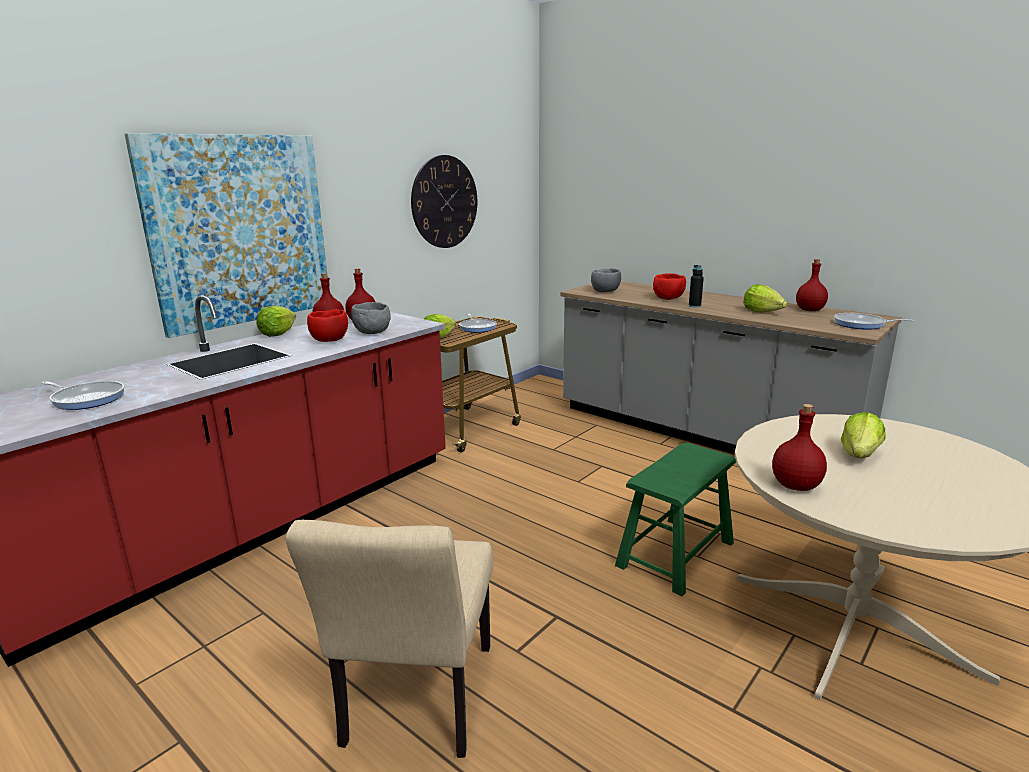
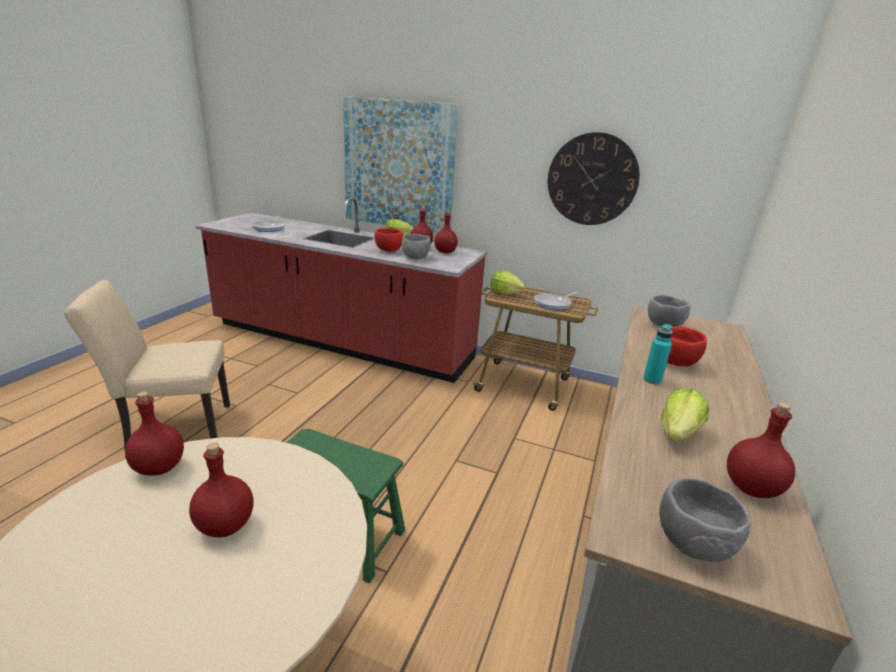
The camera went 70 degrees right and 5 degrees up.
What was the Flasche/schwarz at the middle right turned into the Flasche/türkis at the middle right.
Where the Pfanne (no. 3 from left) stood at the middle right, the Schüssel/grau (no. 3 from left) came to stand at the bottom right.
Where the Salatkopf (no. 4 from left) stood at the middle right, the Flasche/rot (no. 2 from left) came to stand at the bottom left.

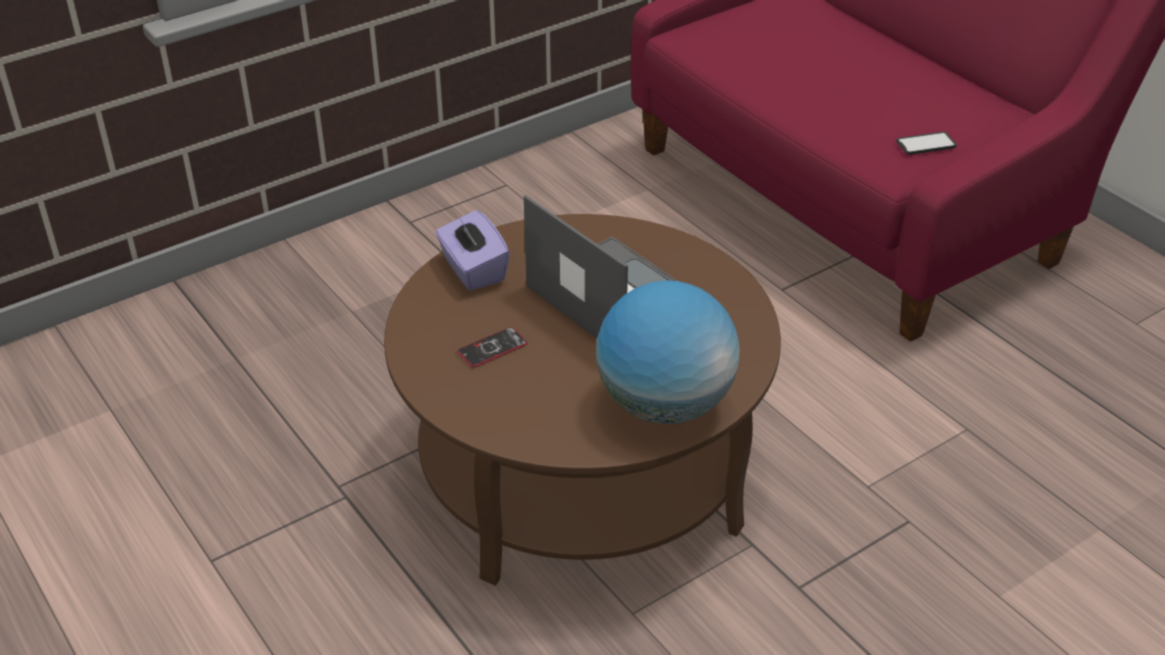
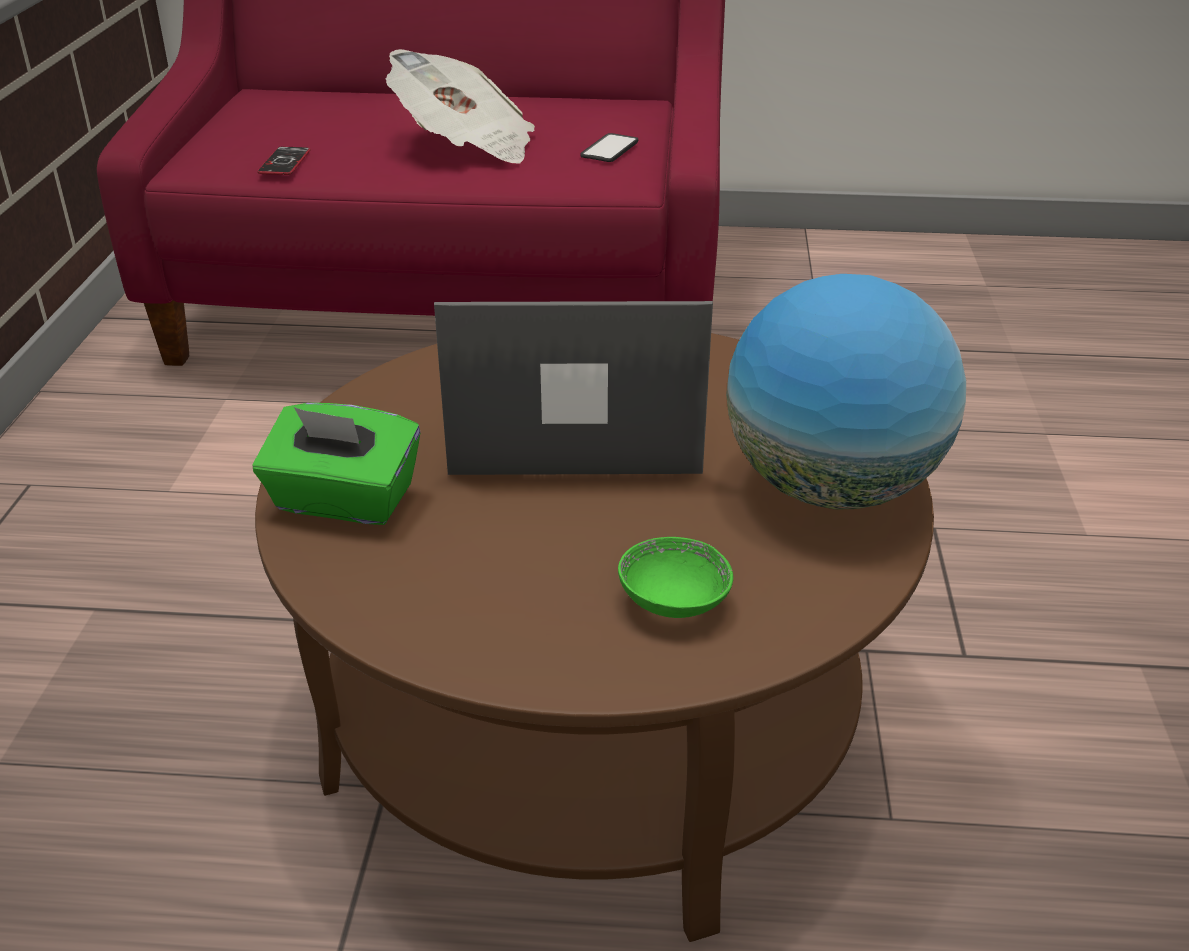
The camera went 50 degrees left and 5 degrees down.
What was the Taschentuchbox/lila at the centre turned into the Taschentuchbox/grün at the middle left.
The Handy (no. 1 from left) ended up elsewhere, having gone from the centre to the top left.
The second view gained the Zeitung at the top centre.
The second view gained the Schüssel/grün at the centre.

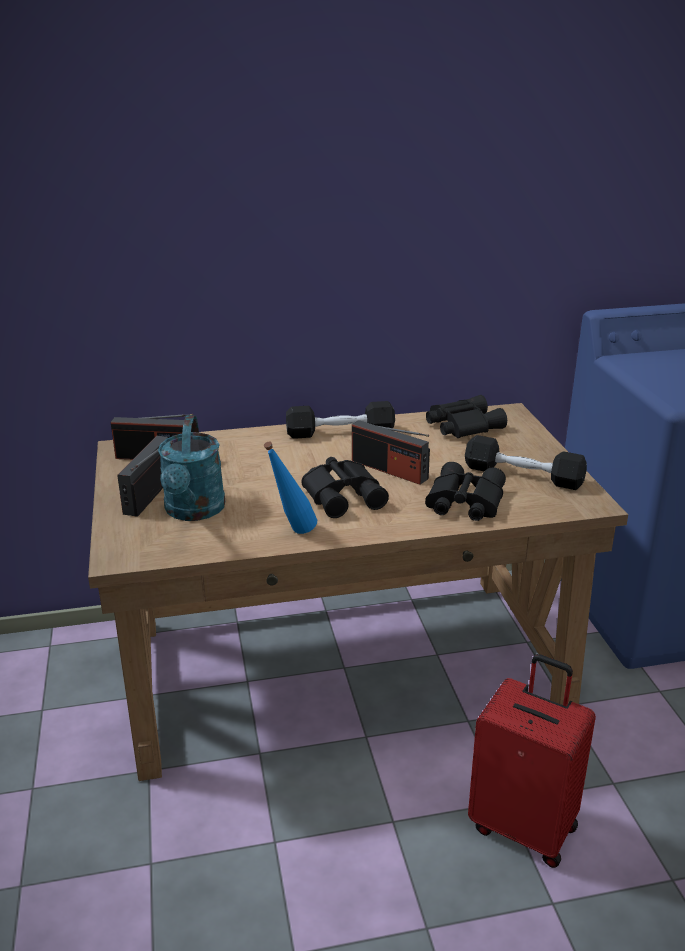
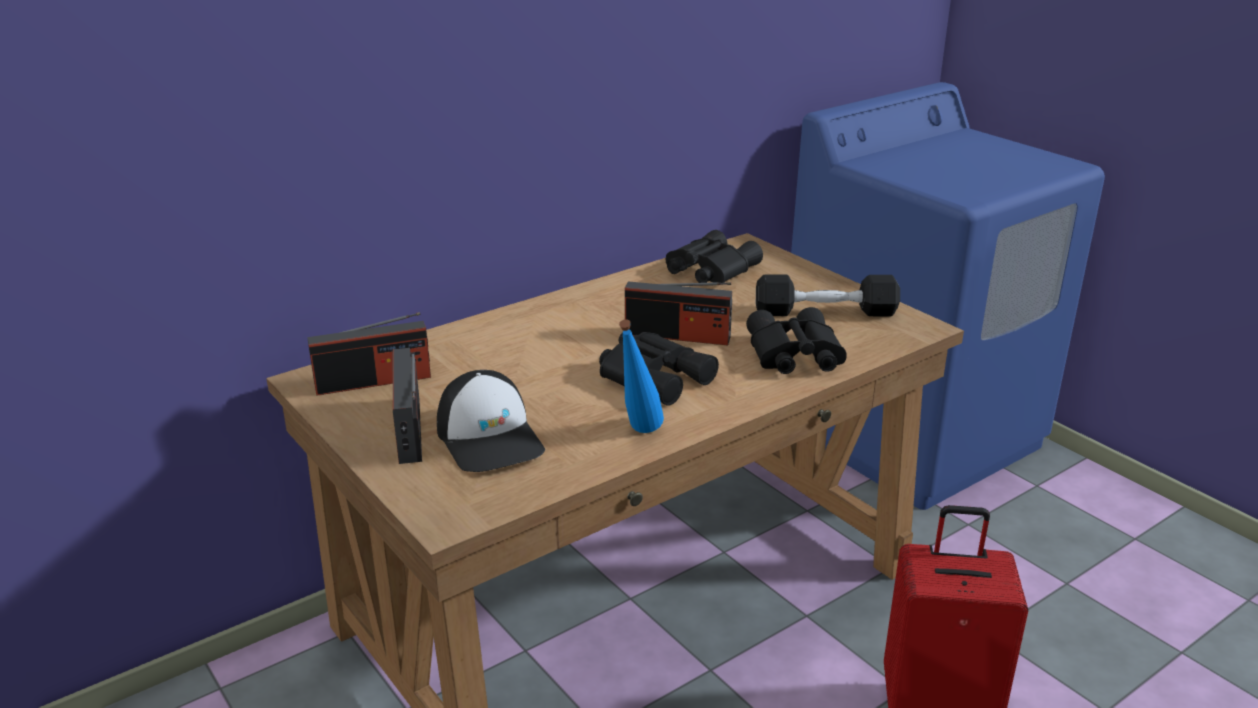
The camera went 25 degrees left and 0 degrees up.
Where the Gießkanne/türkis stood at the middle left, the Kappe came to stand at the centre.
The second view lost the Hantel/schwarz (no. 1 from left) at the centre.

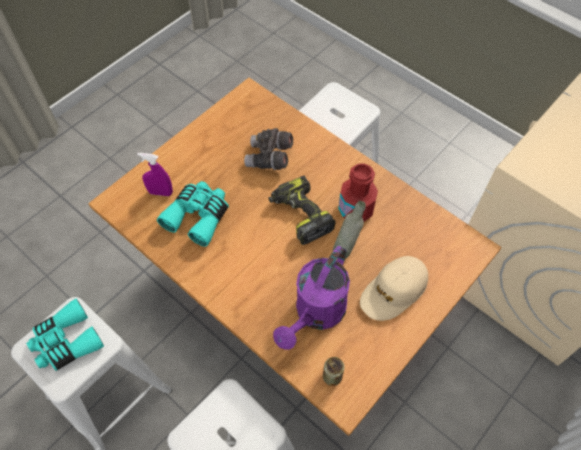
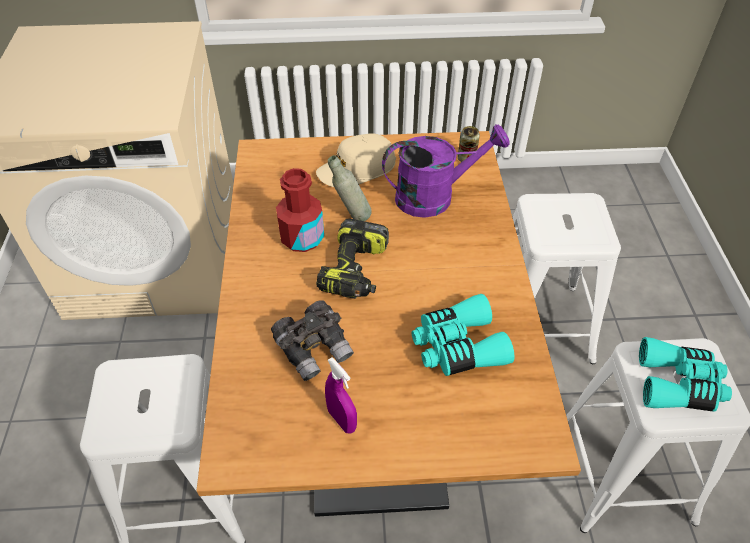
The camera went 135 degrees left and 10 degrees down.
The Sprühflasche/lila ended up elsewhere, having gone from the middle left to the bottom centre.
The Kappe/beige at the middle right ended up facing another way, 150 degrees clockwise from before.

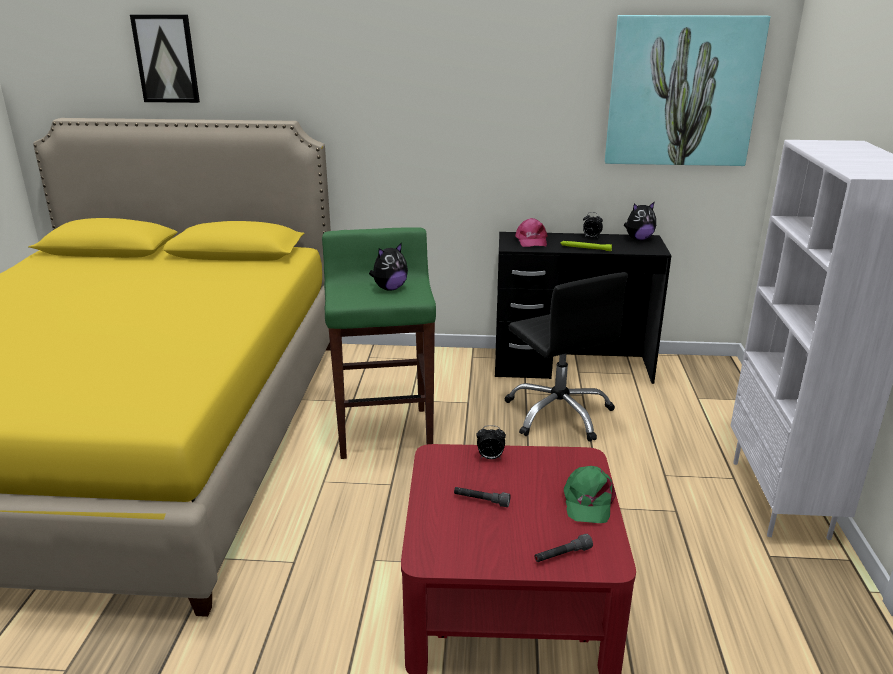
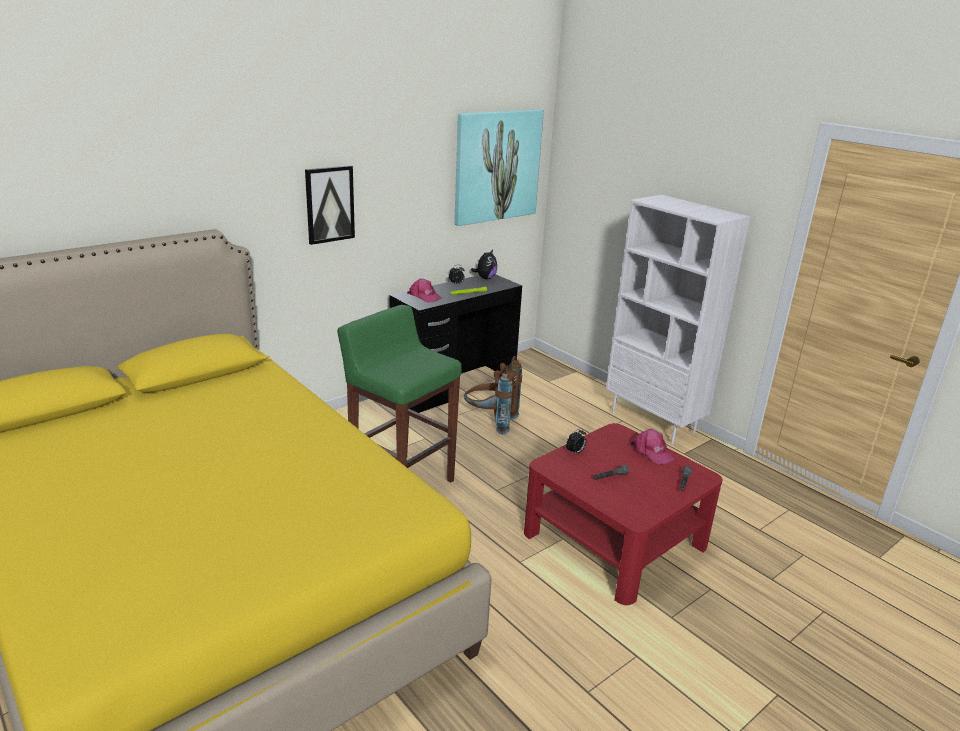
The camera went 45 degrees left and 0 degrees up.
The Bild (no. 1 from left) ended up elsewhere, having gone from the top left to the top centre.
The second view lost the Plüschtier (no. 1 from left) at the centre.
Where the Bürostuhl/schwarz stood at the centre, the Rucksack/braun came to stand at the centre.
What was the Kappe/grün at the bottom centre turned into the Kappe/rosa (no. 2 from left) at the middle right.

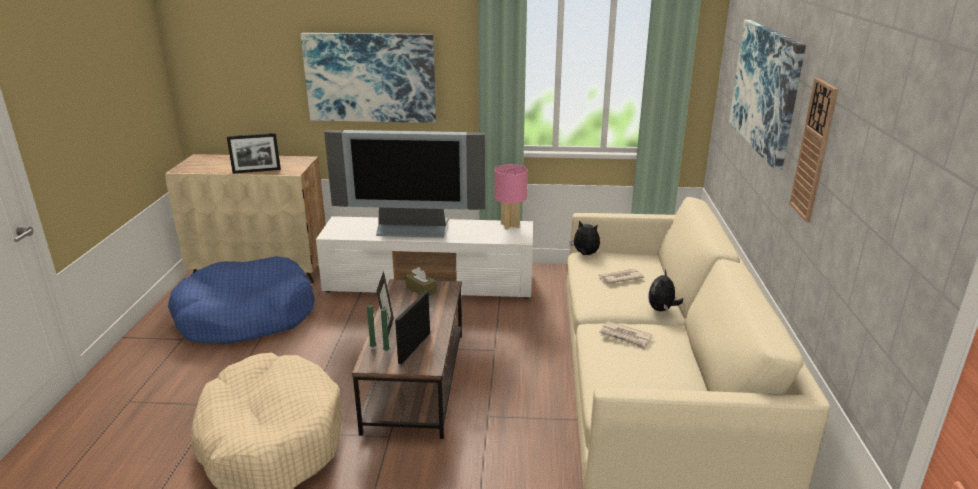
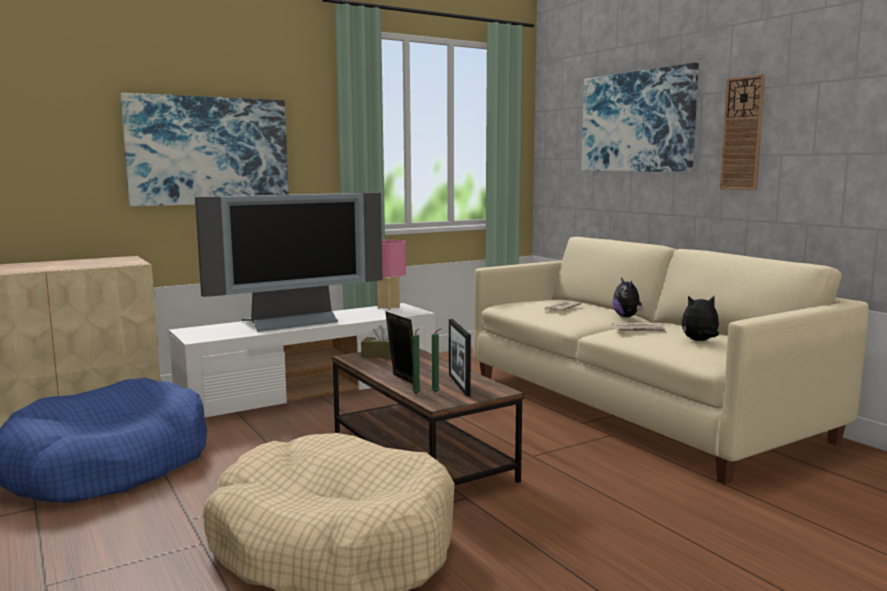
The camera went 35 degrees left and 15 degrees down.
The second view lost the Bilderrahmen (no. 1 from left) at the top left.
The Plüschtier (no. 1 from left in the first image) ended up elsewhere, having gone from the centre to the middle right.

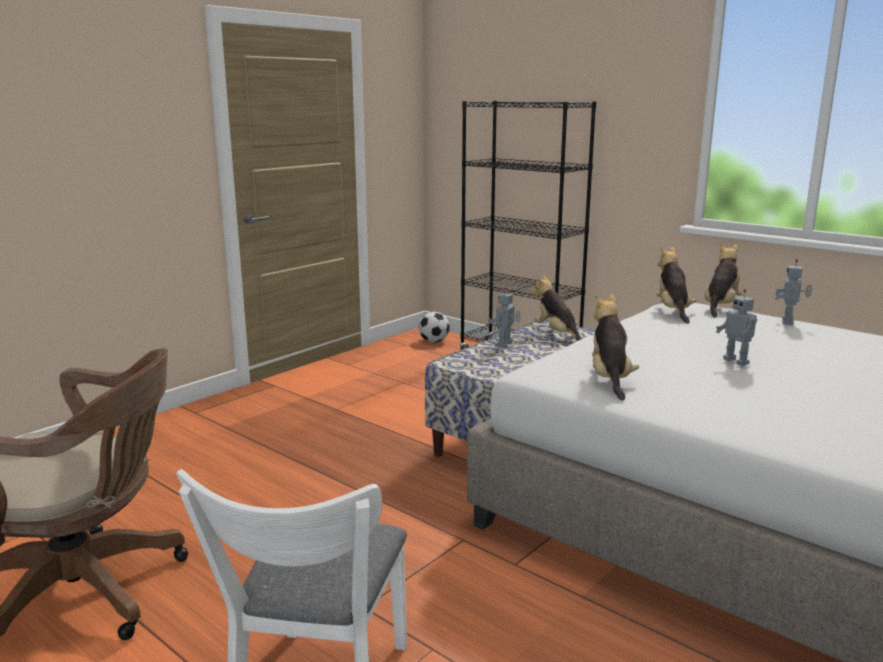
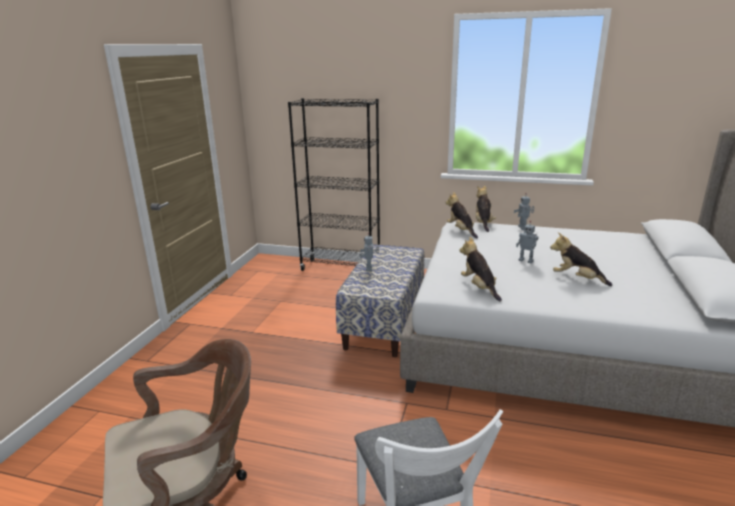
The camera went 25 degrees left and 5 degrees up.
The second view lost the Fußball at the centre.
The Plüschtier (no. 1 from left in the first image) ended up elsewhere, having gone from the centre to the middle right.

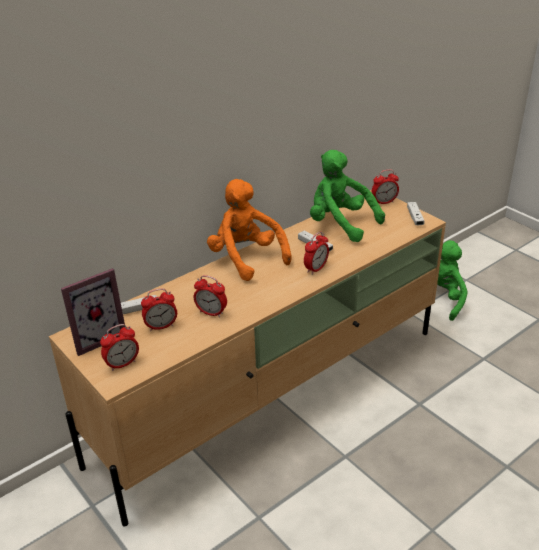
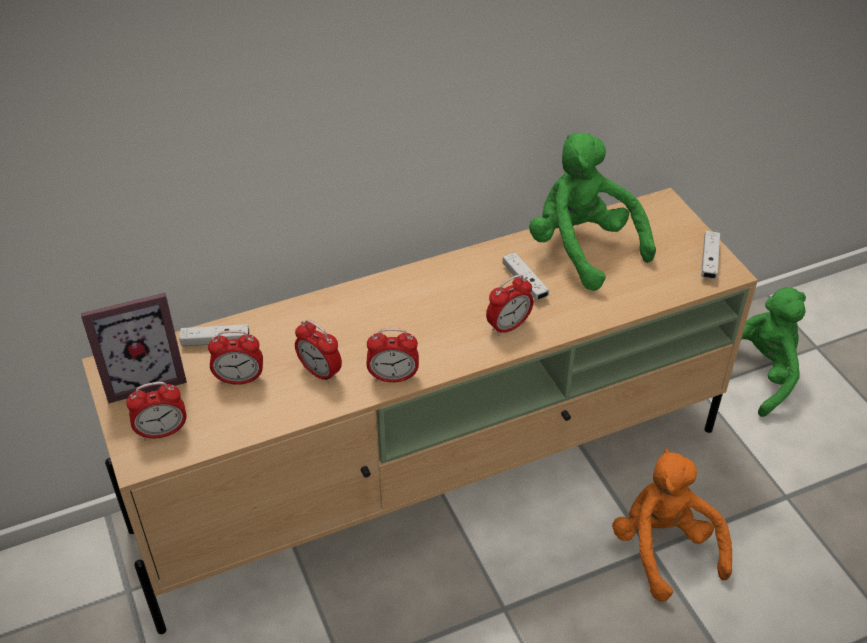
The camera went 15 degrees right and 10 degrees up.
The Plüschtier/orange ended up elsewhere, having gone from the centre to the bottom right.
The Wecker (no. 5 from left in the first image) ended up elsewhere, having gone from the middle right to the centre.

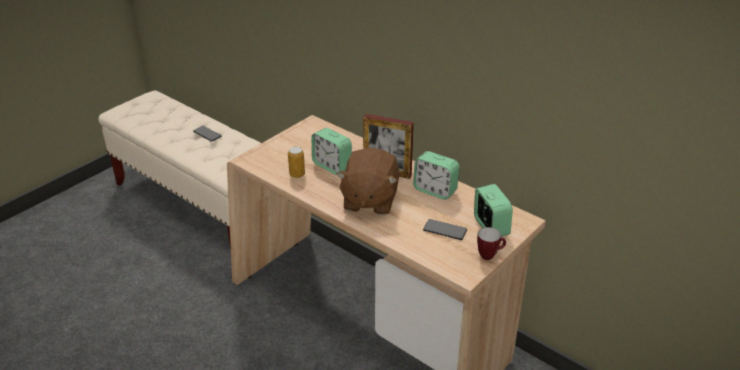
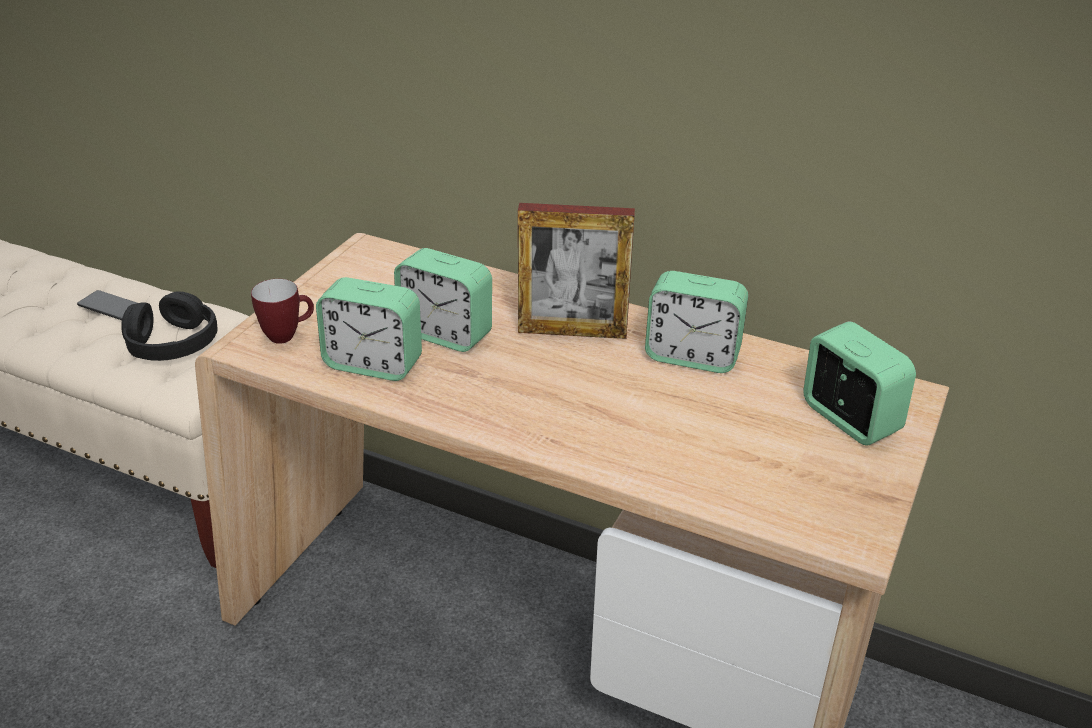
The camera went 15 degrees left and 0 degrees up.
Where the Dose stood at the centre, the Wecker (no. 1 from left) came to stand at the centre.
The second view lost the Plüschtier/braun at the centre.
The second view lost the Handy (no. 2 from left) at the centre.
The Henkelbecher ended up elsewhere, having gone from the centre to the middle left.
The second view gained the Kopfhörer/schwarz at the middle left.

